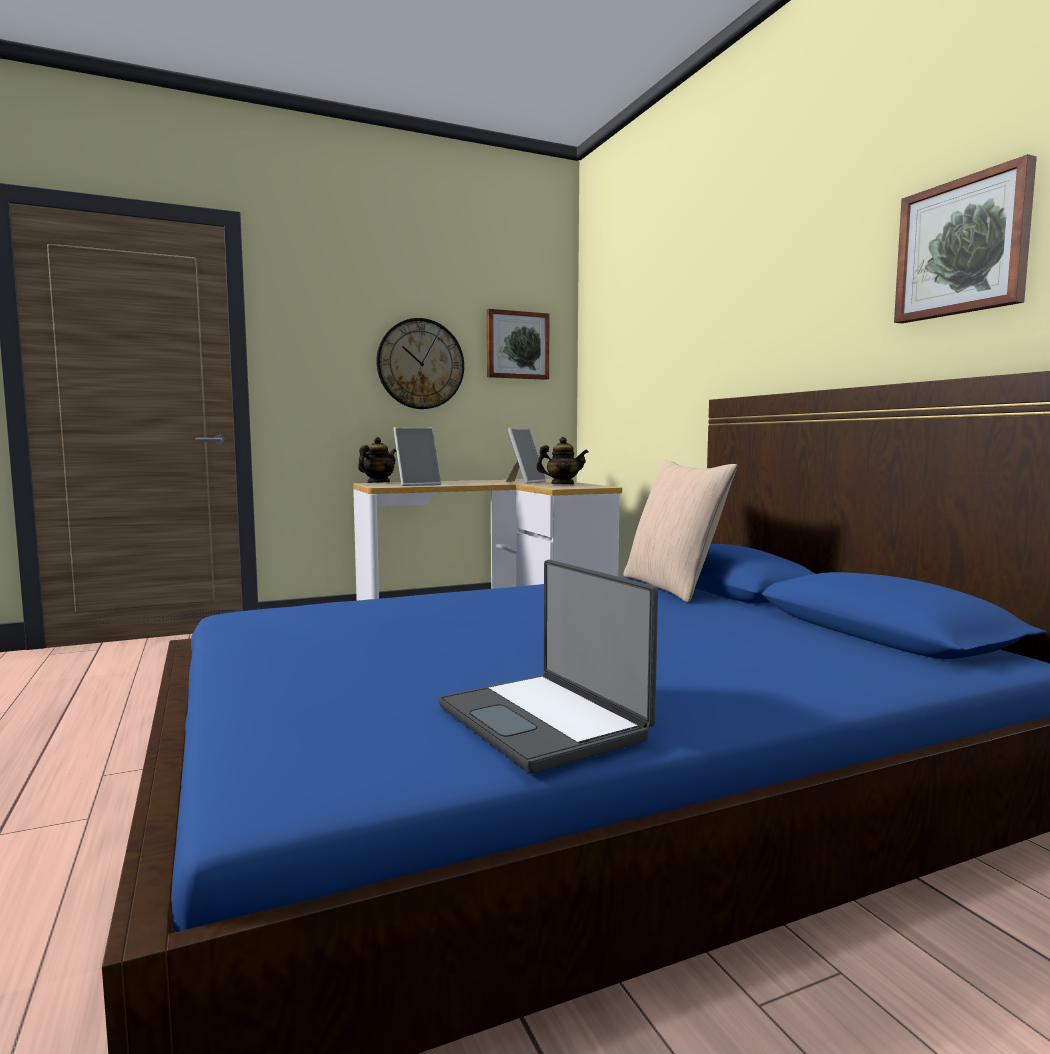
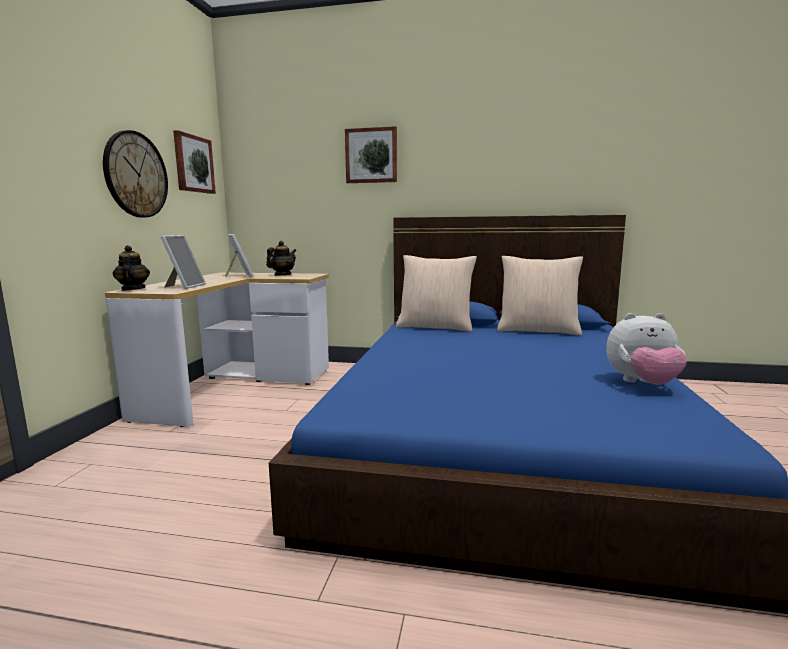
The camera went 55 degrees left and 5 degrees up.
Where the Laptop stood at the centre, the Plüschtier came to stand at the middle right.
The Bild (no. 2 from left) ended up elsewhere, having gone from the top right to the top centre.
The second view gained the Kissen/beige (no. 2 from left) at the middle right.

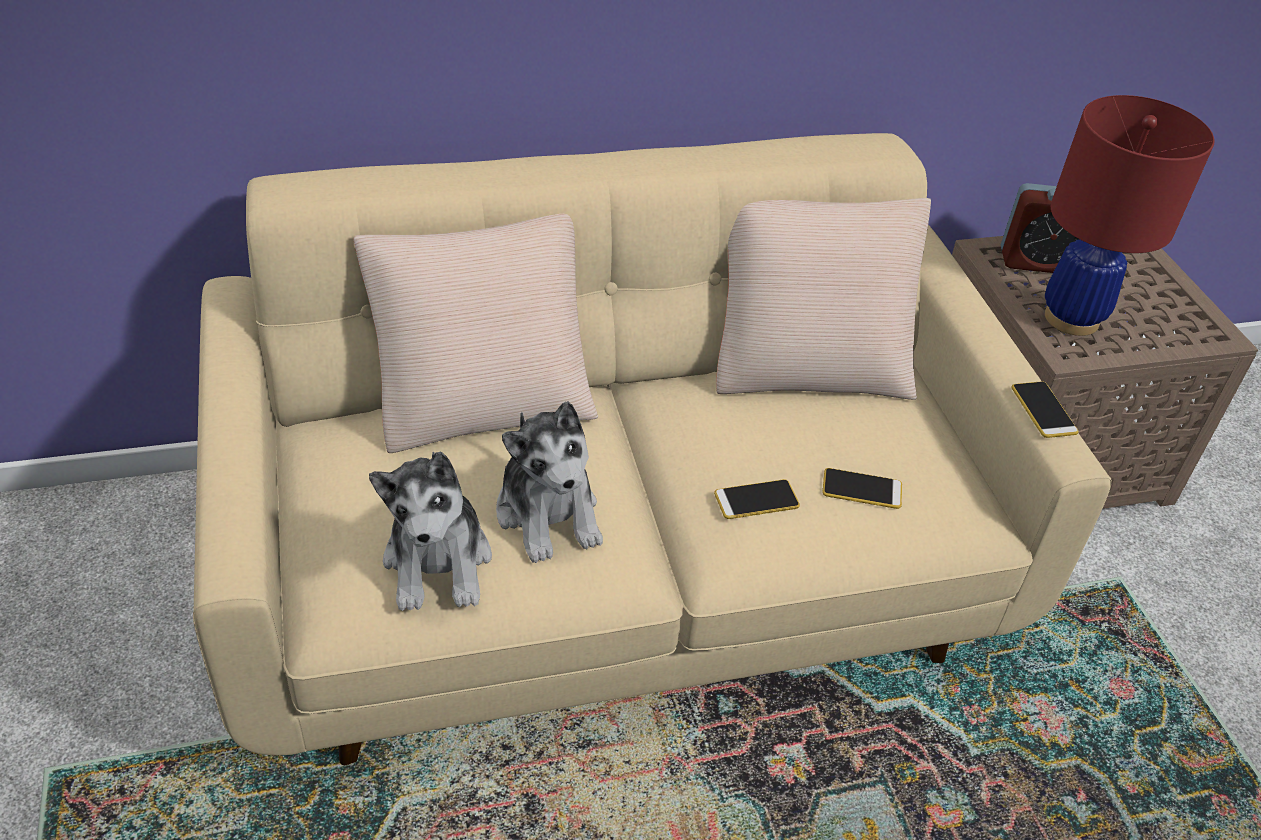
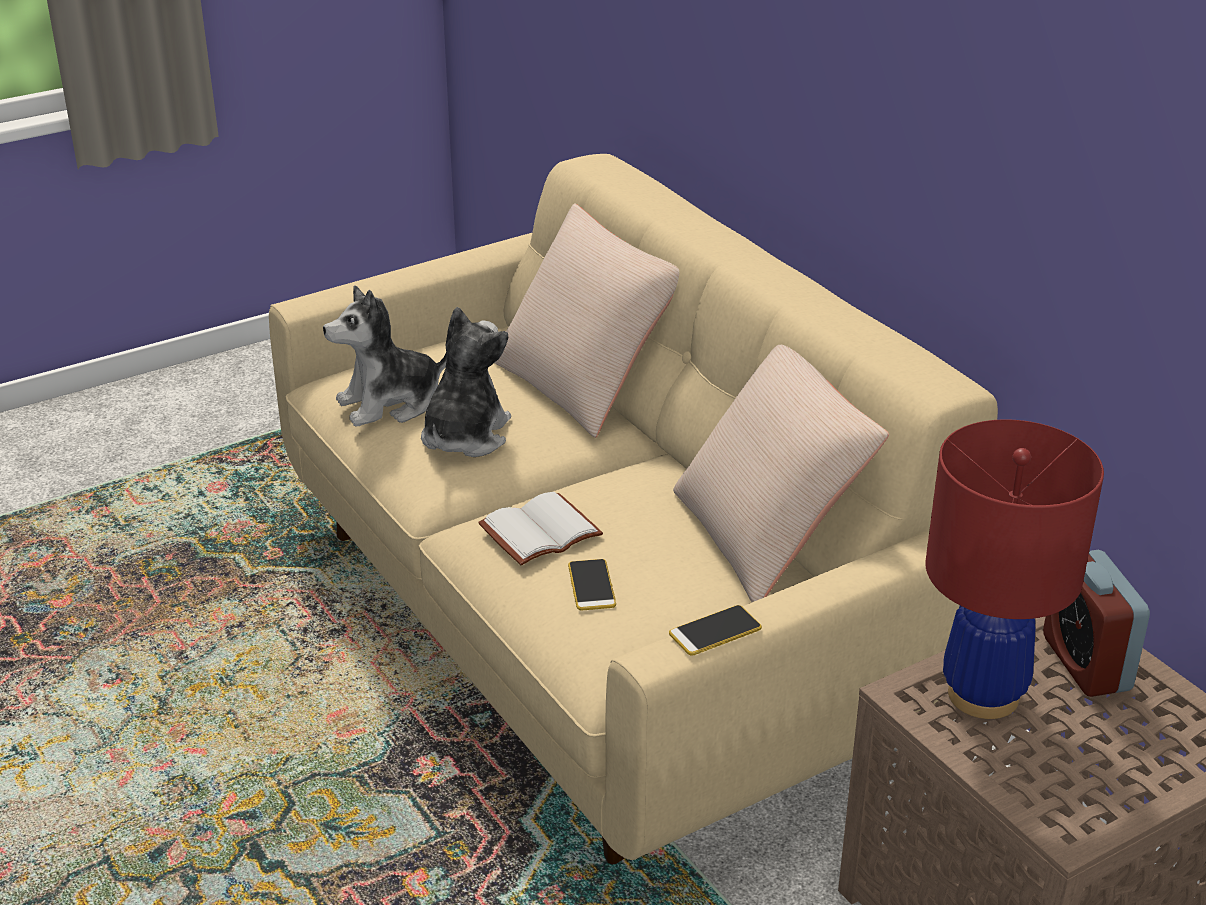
The camera went 75 degrees right and 10 degrees down.
The Plüschtier (no. 2 from left) at the centre ended up facing another way, 150 degrees clockwise from before.
Where the Handy (no. 1 from left) stood at the centre, the Buch/weiß came to stand at the centre.

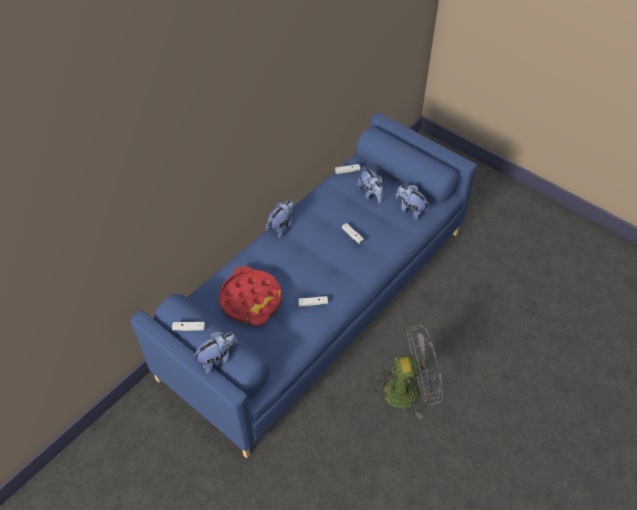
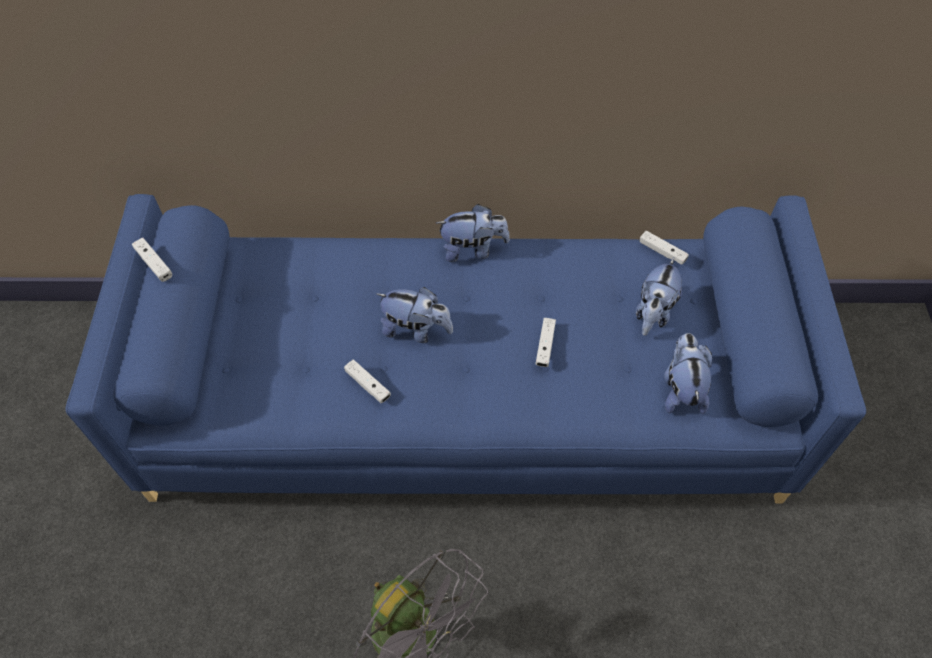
The camera went 50 degrees right and 5 degrees up.
The Plüschtier (no. 1 from left) ended up elsewhere, having gone from the bottom centre to the centre.
The second view lost the Tablett/rot at the centre.

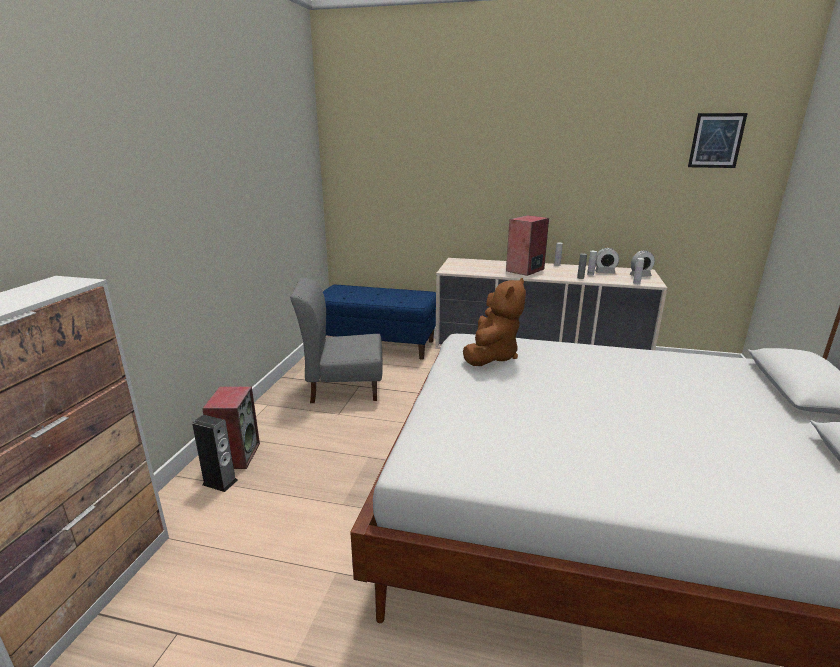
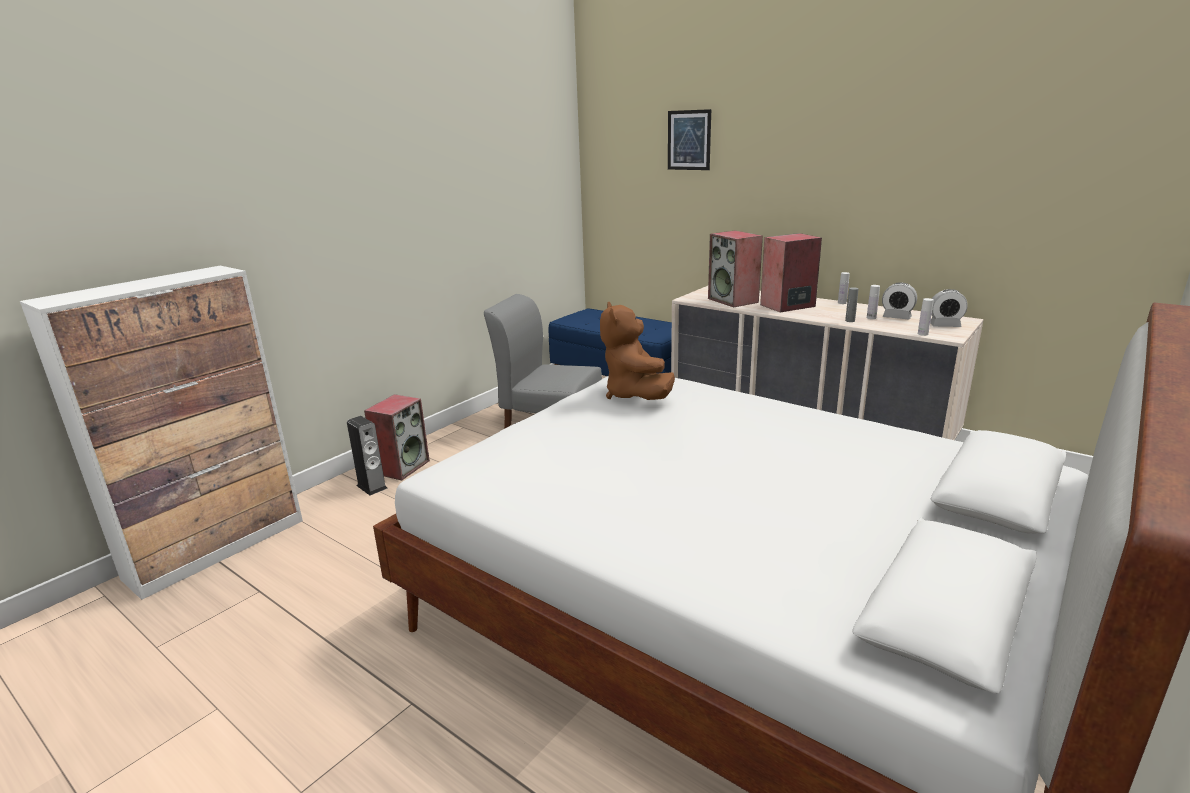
The camera went 25 degrees right and 0 degrees up.
The Plüschtier/braun at the centre ended up facing another way, 120 degrees clockwise from before.
The Bild ended up elsewhere, having gone from the top right to the top centre.
The second view gained the Lautsprecher (no. 3 from left) at the centre.

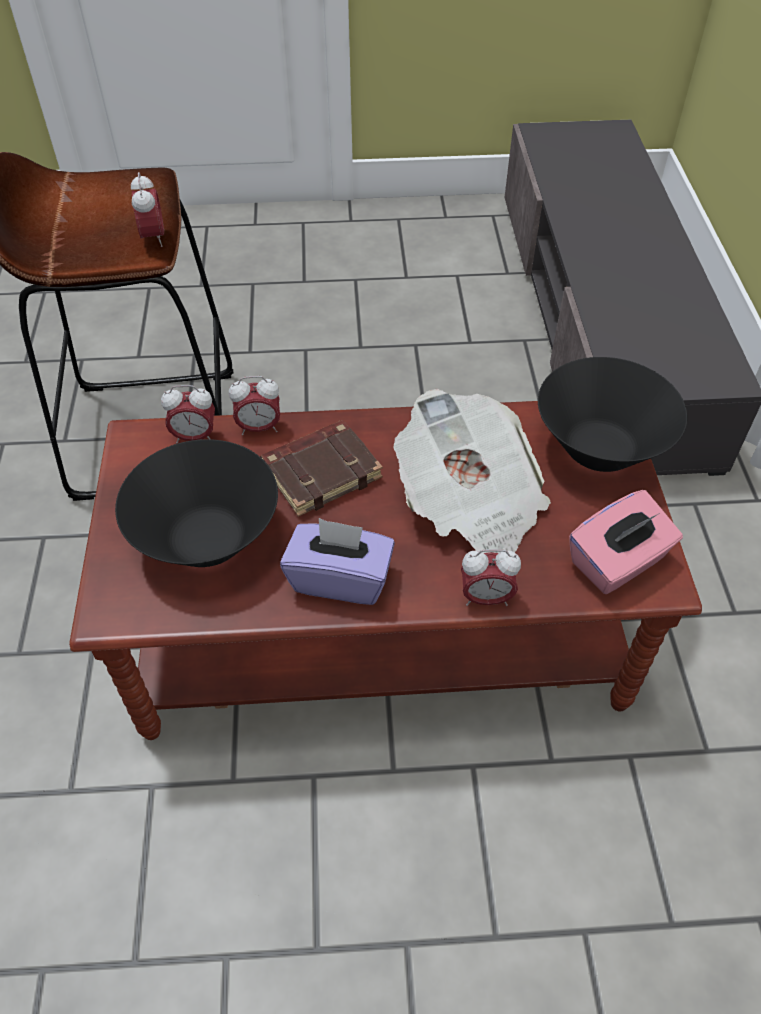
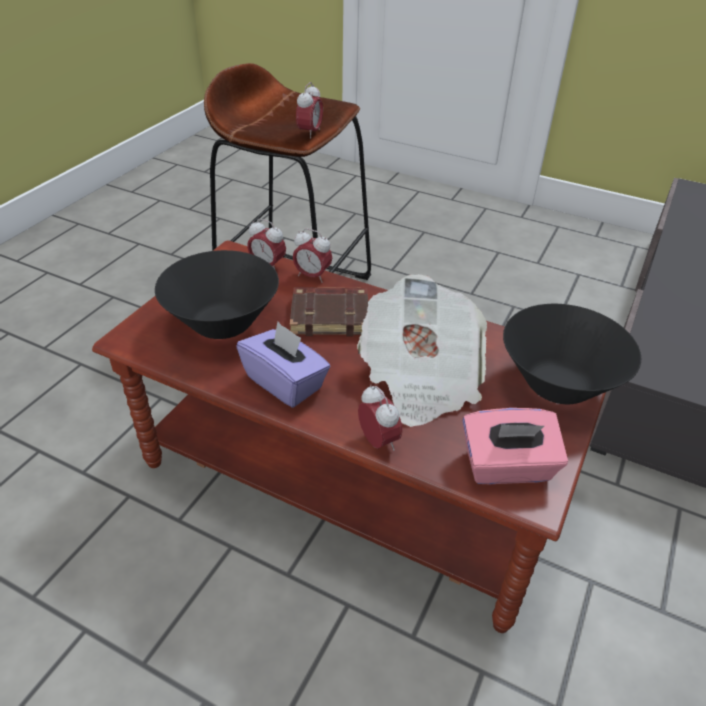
The camera went 30 degrees right and 10 degrees down.
The Wecker (no. 4 from left) at the centre ended up facing another way, 150 degrees counterclockwise from before.

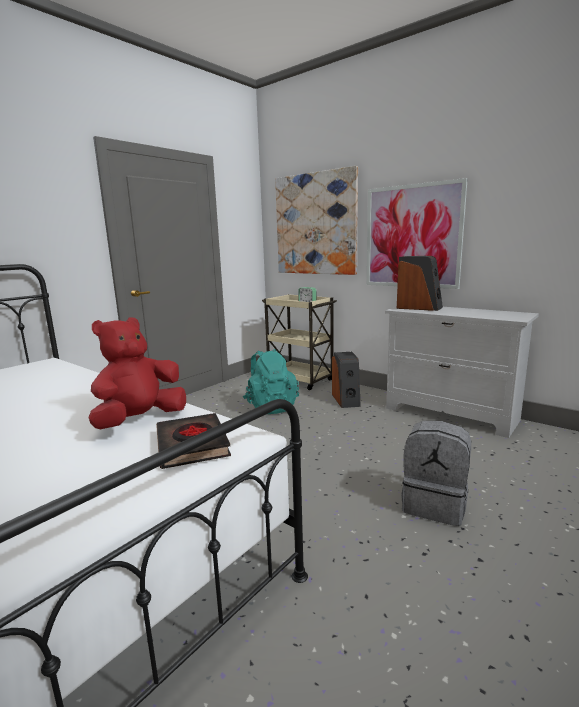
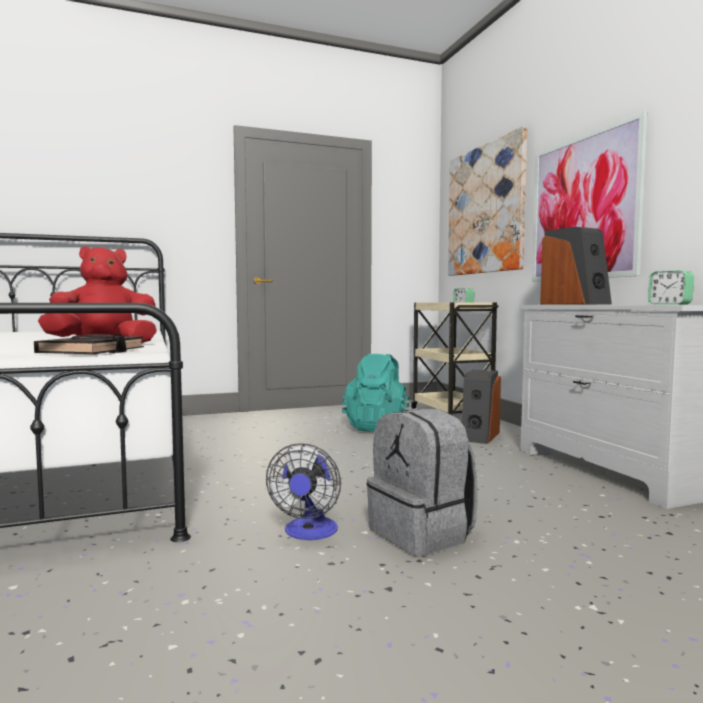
The camera went 30 degrees right and 10 degrees down.
The second view gained the Ventilator at the bottom centre.
The second view gained the Wecker (no. 2 from left) at the middle right.

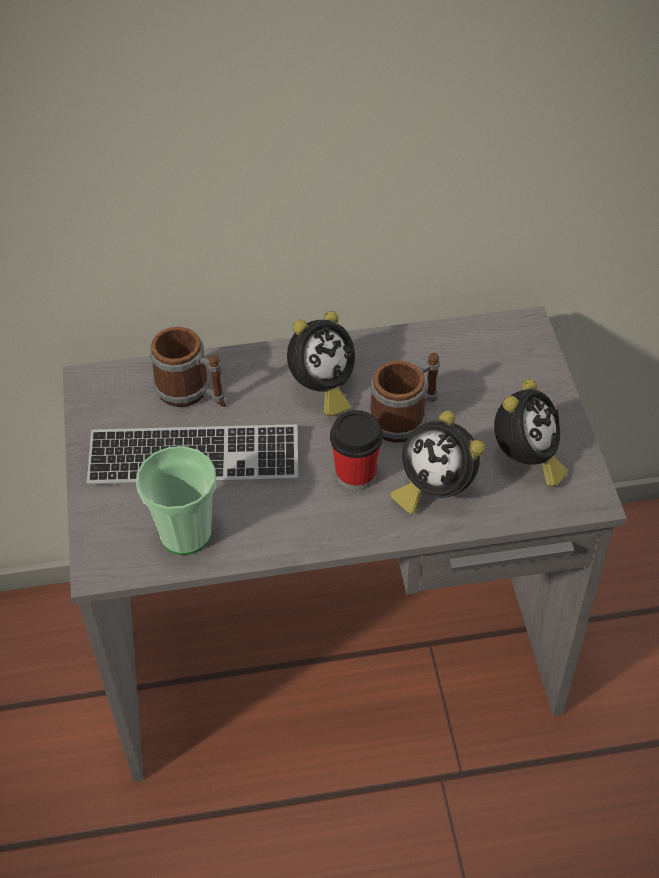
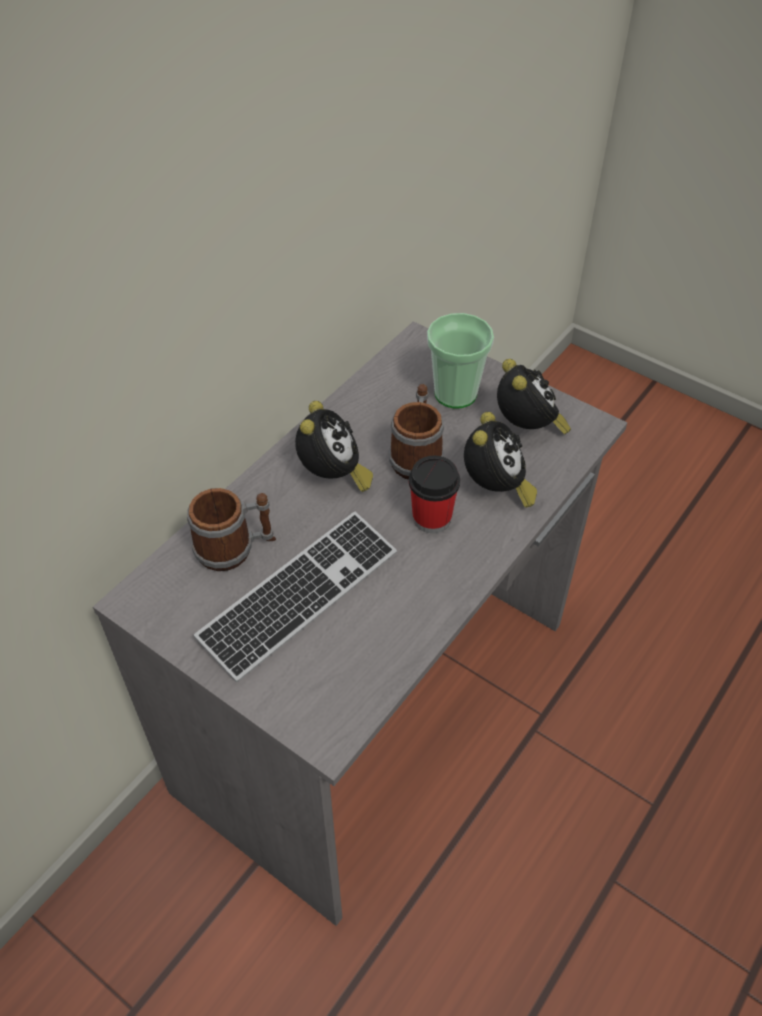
The camera went 45 degrees left and 0 degrees up.
The Tasse (no. 1 from left in the first image) ended up elsewhere, having gone from the middle left to the centre.
The Wecker (no. 2 from left) at the centre ended up facing another way, 75 degrees counterclockwise from before.

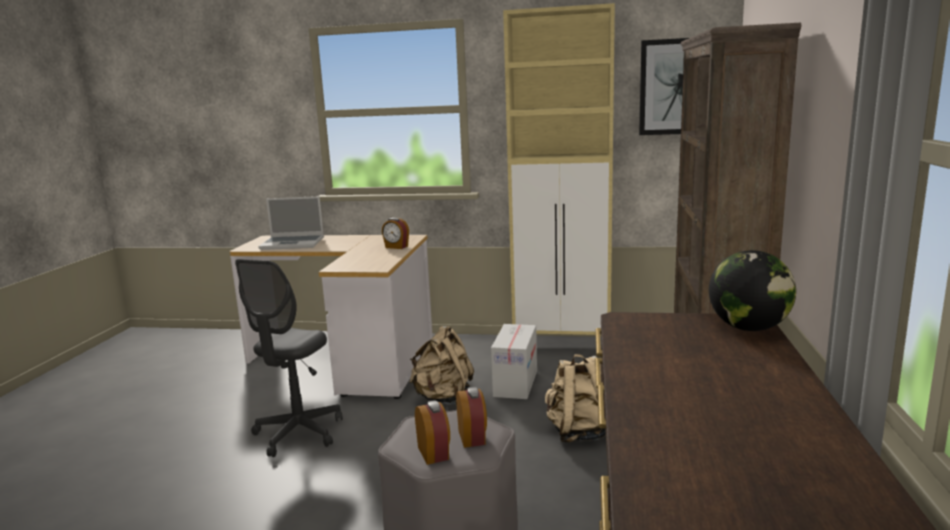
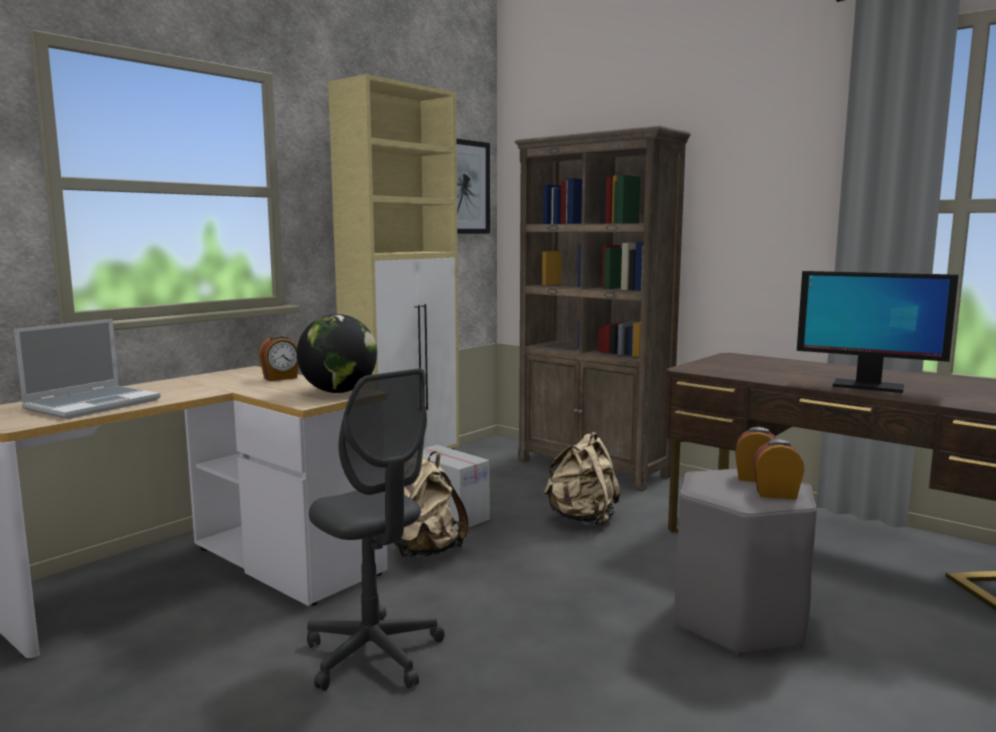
The camera went 60 degrees left and 5 degrees down.
The Globus ended up elsewhere, having gone from the middle right to the centre.
The second view gained the Monitor at the middle right.

